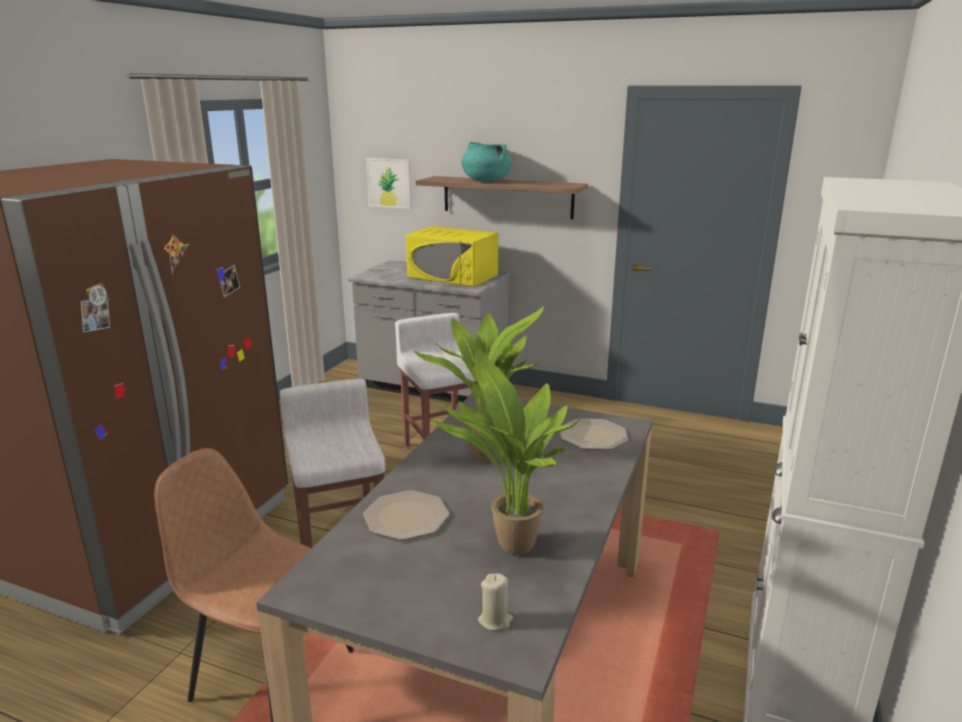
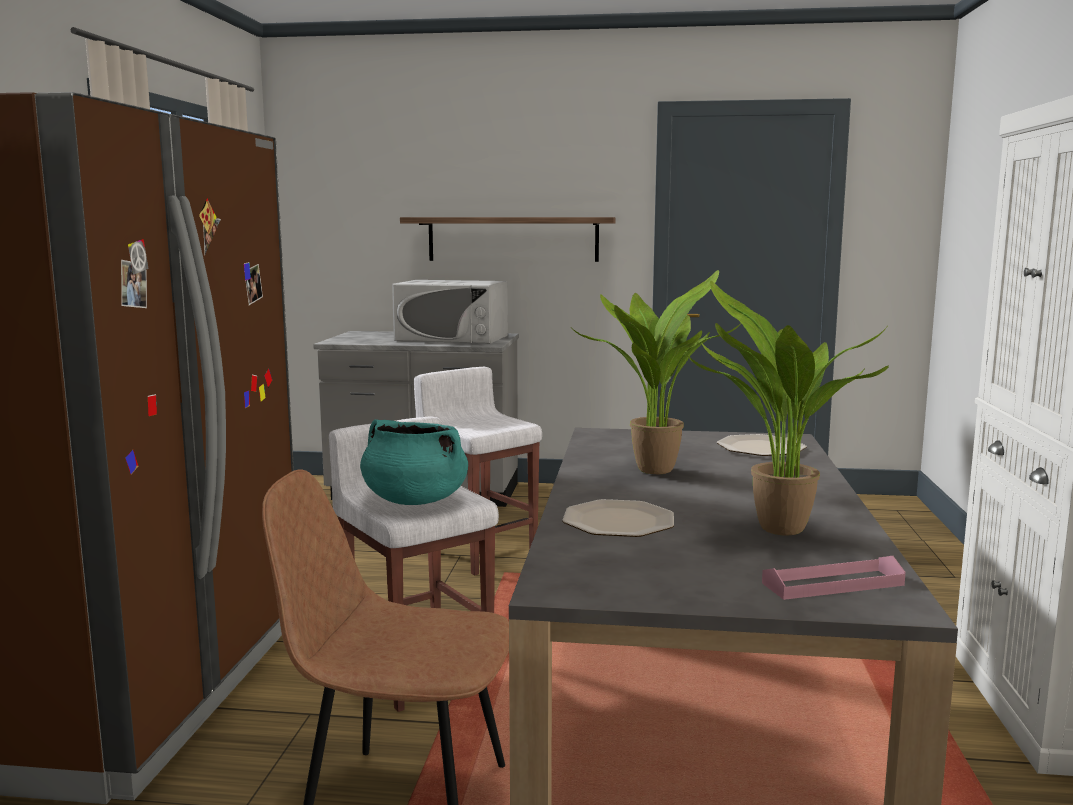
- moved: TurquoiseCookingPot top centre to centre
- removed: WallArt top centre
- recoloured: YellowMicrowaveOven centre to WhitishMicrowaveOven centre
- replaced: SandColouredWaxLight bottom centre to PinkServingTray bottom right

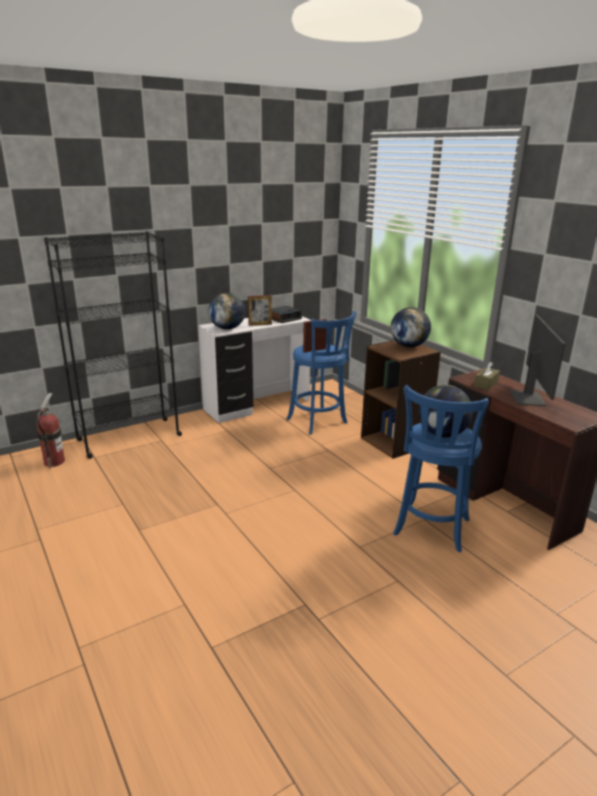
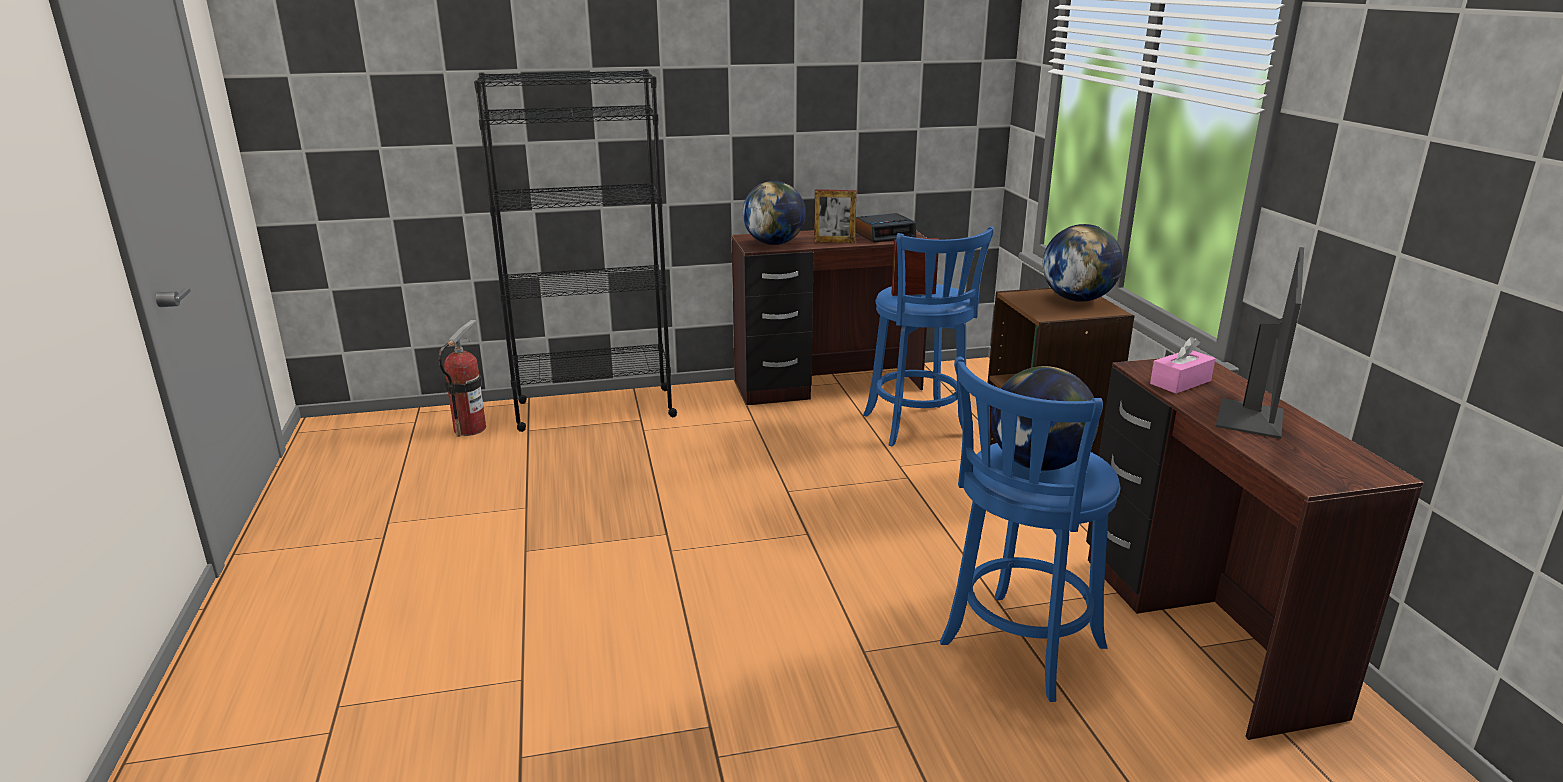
- recoloured: WhitishDeskTable centre to BrownishDeskTable (1st from left) centre
- recoloured: BrownishTissueHolder middle right to PinkTissueHolder middle right

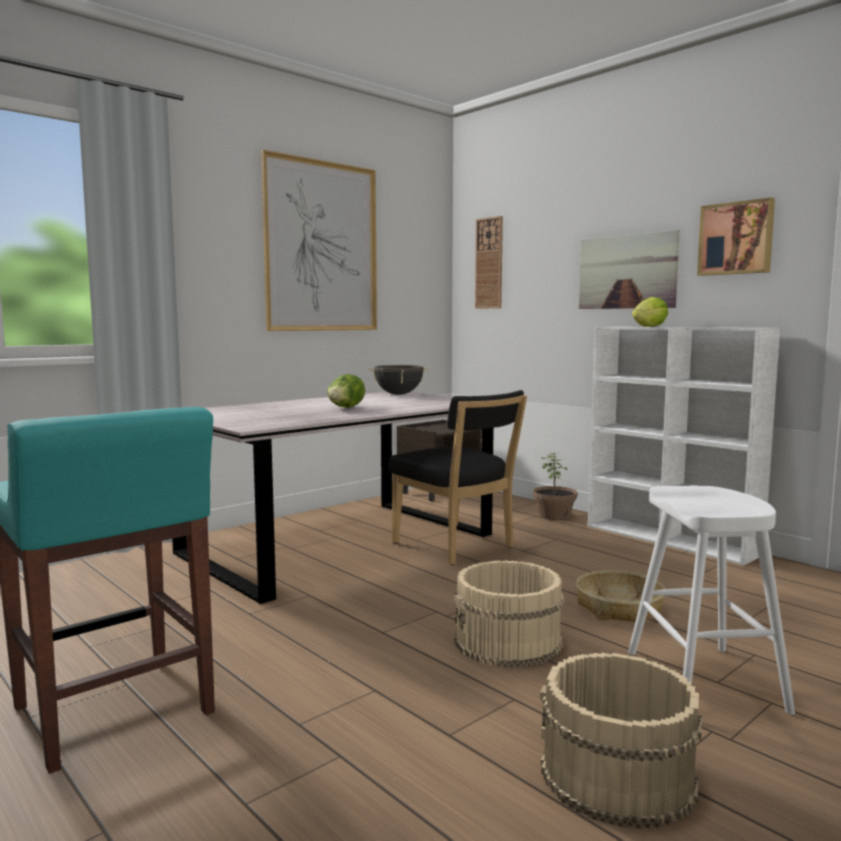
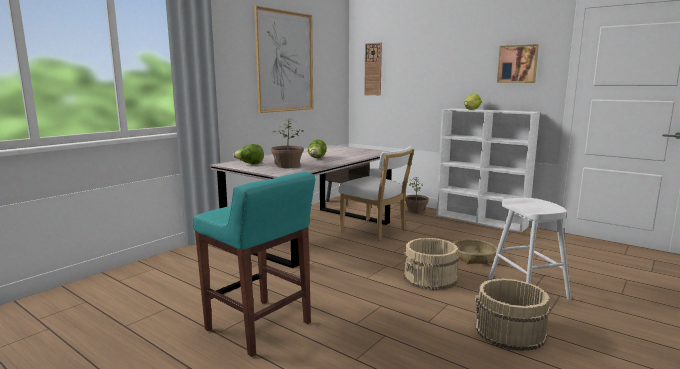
- removed: WallArt (2nd from left) top right
- removed: BlackColouredCookingPot centre
- recoloured: BlackColouredPlainChair centre to WhitishPlainChair centre
- added: Houseplant (1st from left) centre
- added: HeadOfLettuce (1st from left) centre

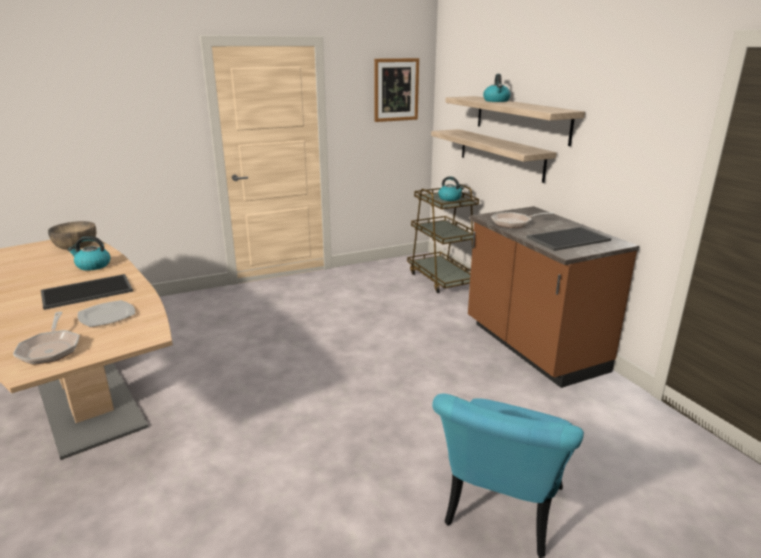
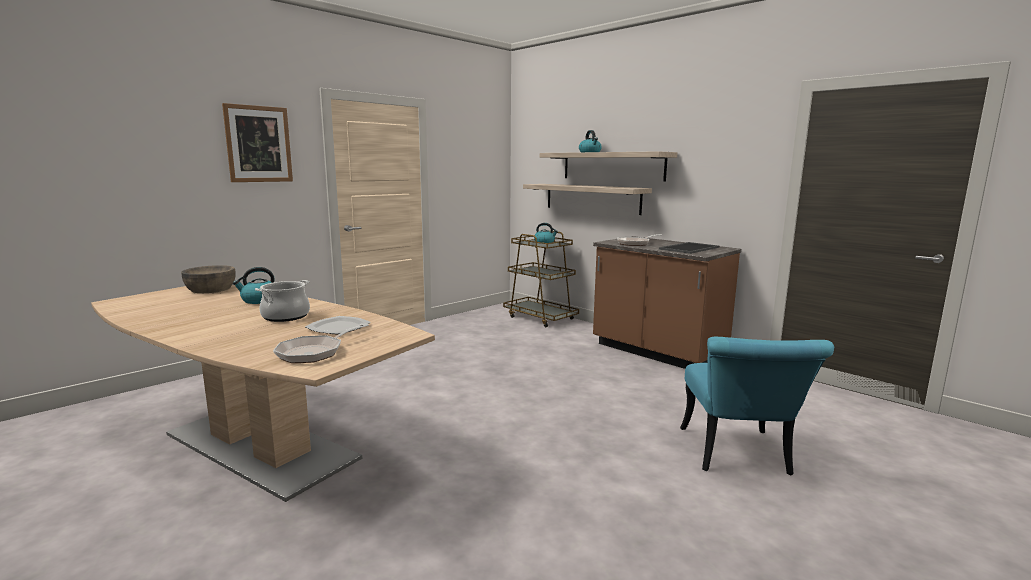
- moved: WallArt top centre to top left
- replaced: ServingTray (1st from left) middle left to CookingPot middle left
- turned: Pan (1st from left) middle left = middle left 75 degrees clockwise

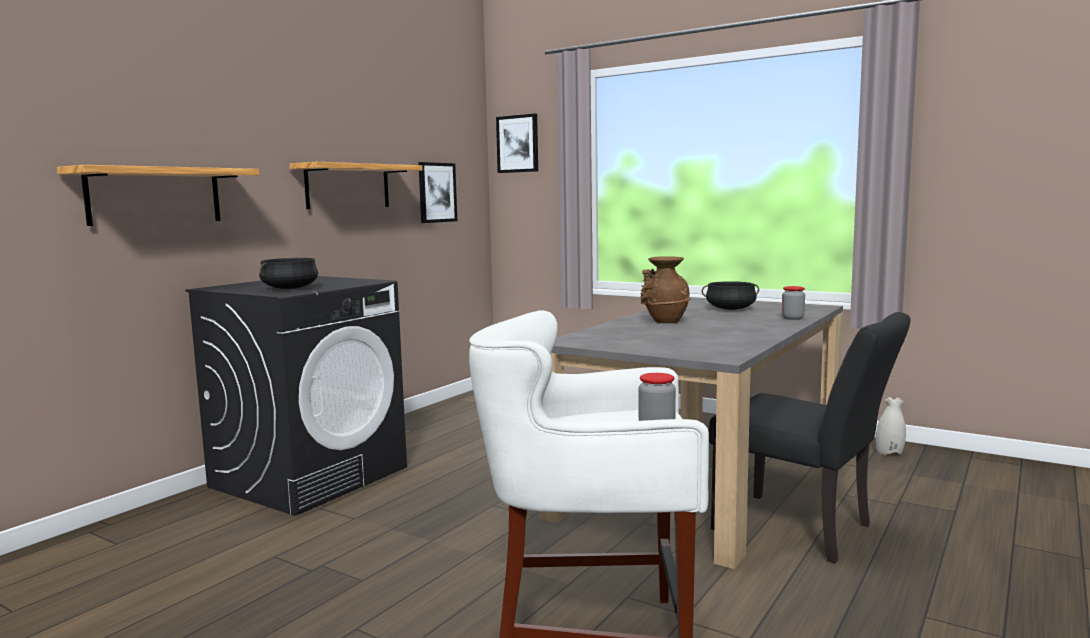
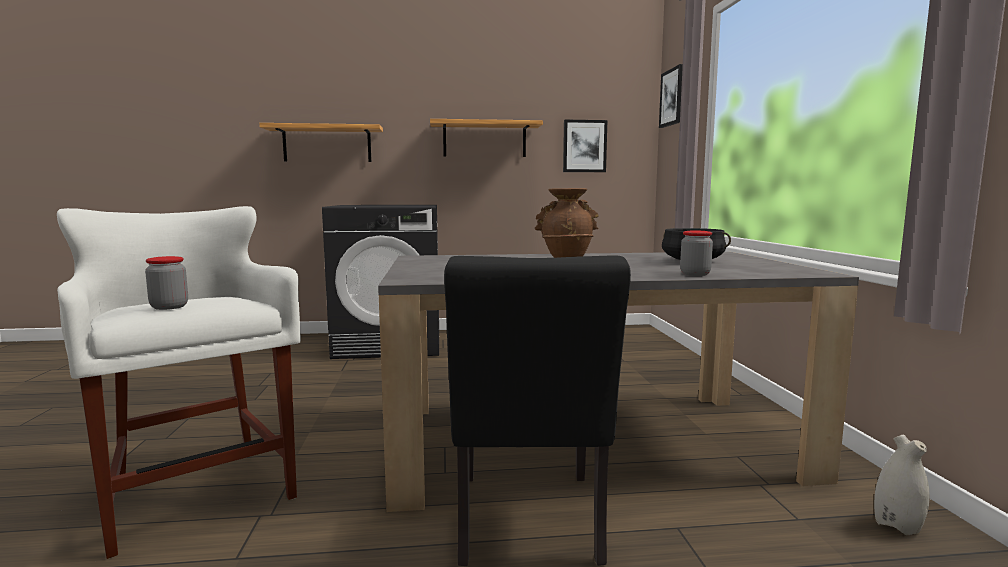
- removed: BlackColouredCookingPot (1st from left) middle left

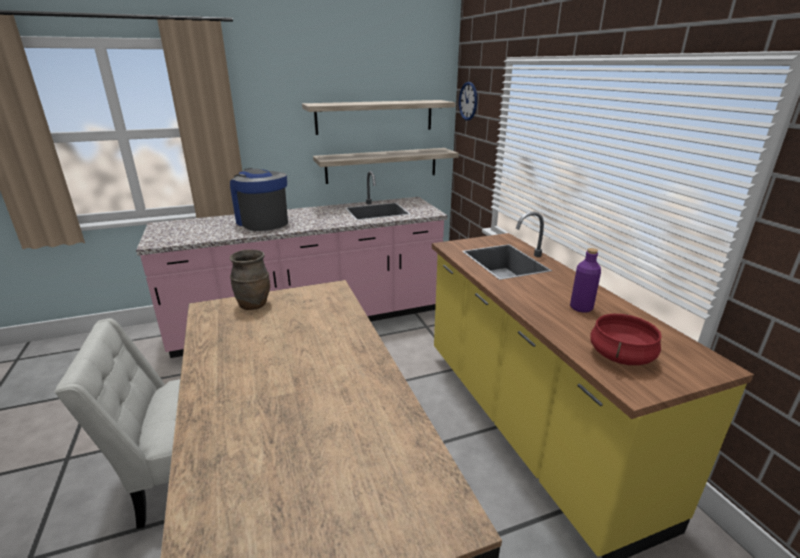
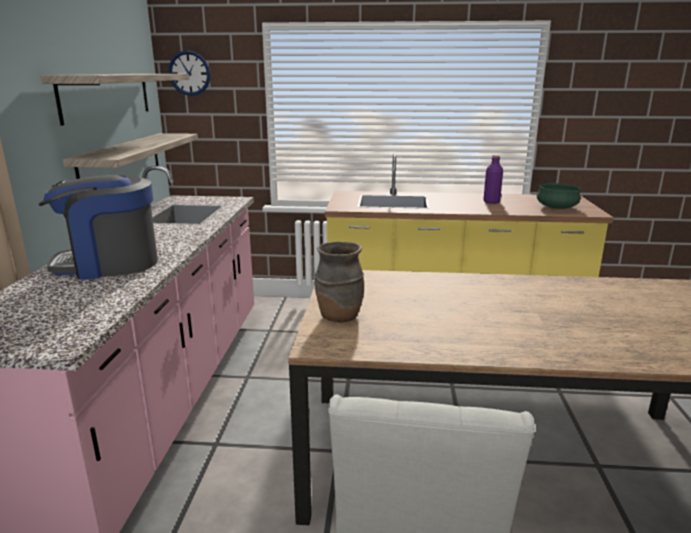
- recoloured: RedColouredCookingPot middle right to GreenColouredCookingPot middle right

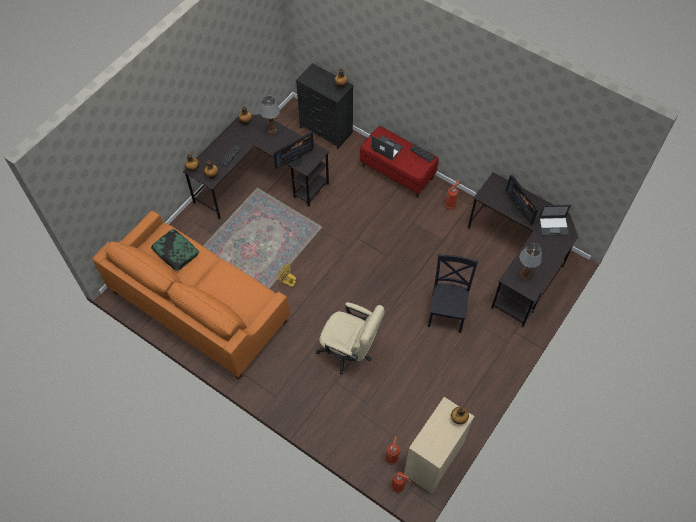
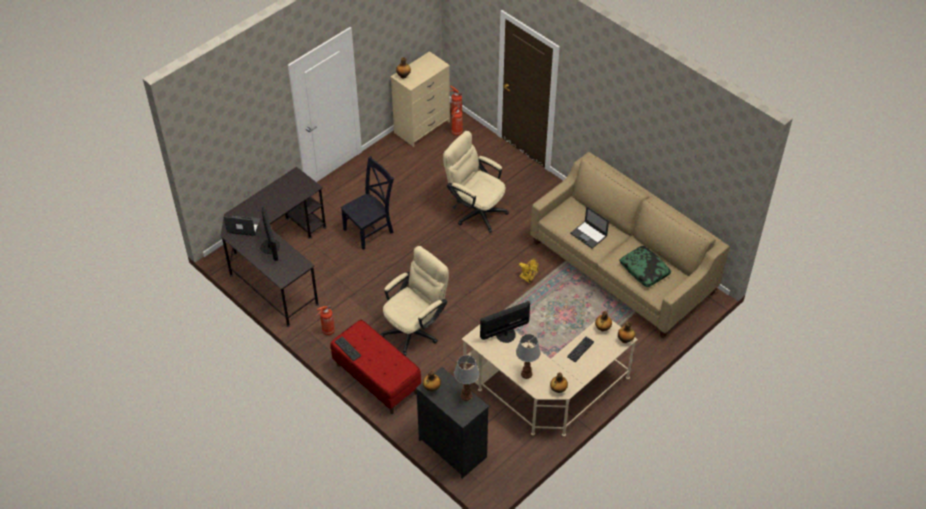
- recoloured: BlackColouredDeskTable (1st from left) top centre to SandColouredDeskTable bottom centre
- moved: PortableComputer (1st from left in the first image) top centre to PortableComputer (2nd from left) centre
- recoloured: OrangeySofa middle left to SandColouredSofa middle right
- moved: TableLamp (2nd from left in the first image) middle right to TableLamp (1st from left) bottom centre
- turned: BlackColouredPlainChair centre = centre 150 degrees counterclockwise
- added: SandColouredComputerChair (1st from left) centre

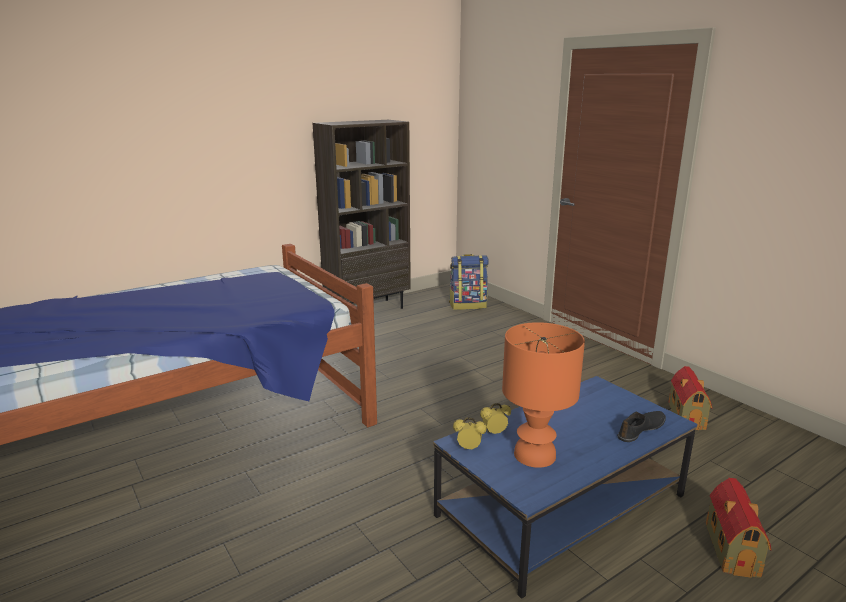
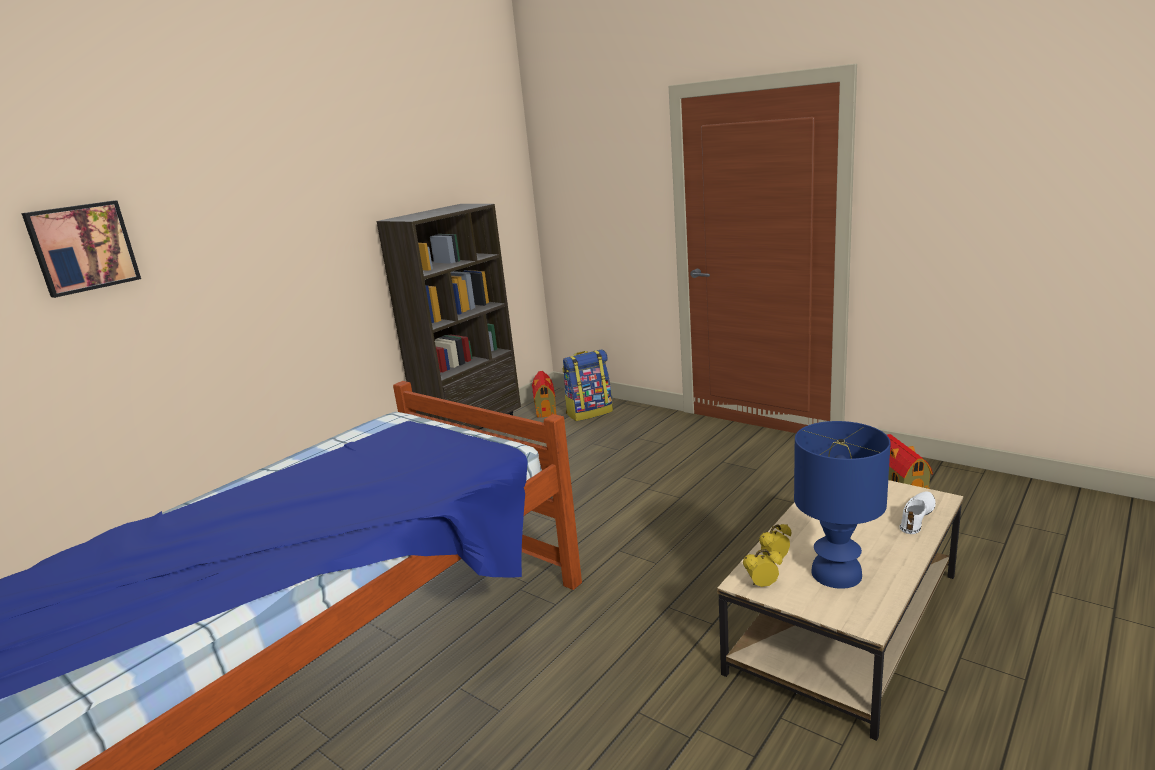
- recoloured: OrangeyTableLamp centre to BluishTableLamp middle right
- recoloured: BluishLowTable bottom right to SandColouredLowTable bottom right
- recoloured: BlackColouredShoe bottom right to WhitishShoe middle right
- moved: ToyHouse (2nd from left in the first image) bottom right to ToyHouse (1st from left) centre
- added: WallArt top left

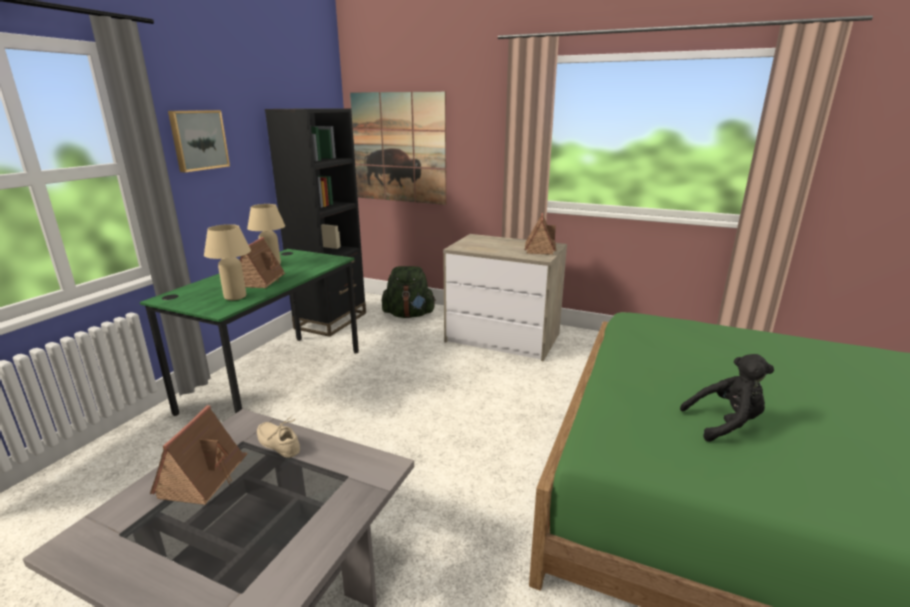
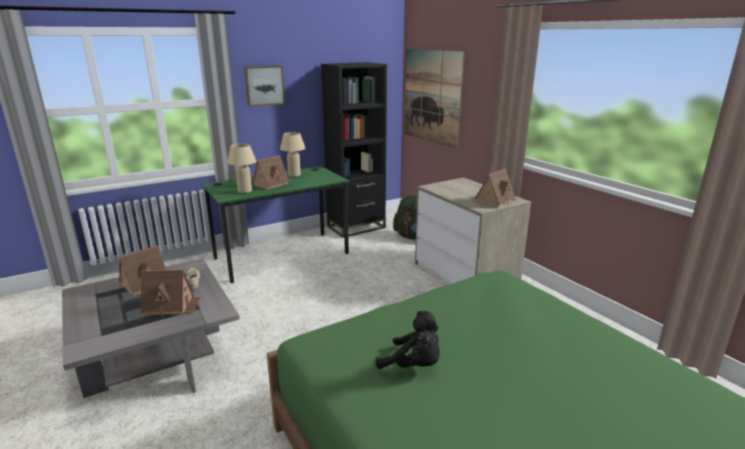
- added: ToyHouse (2nd from left) middle left

